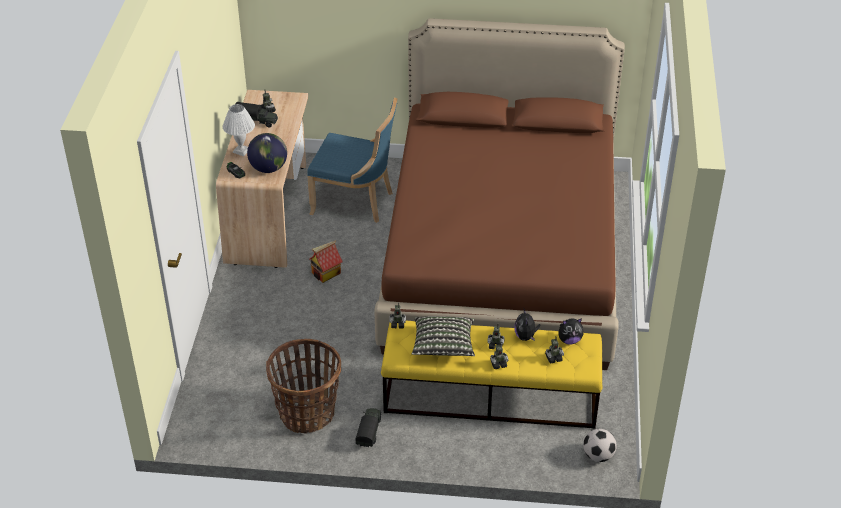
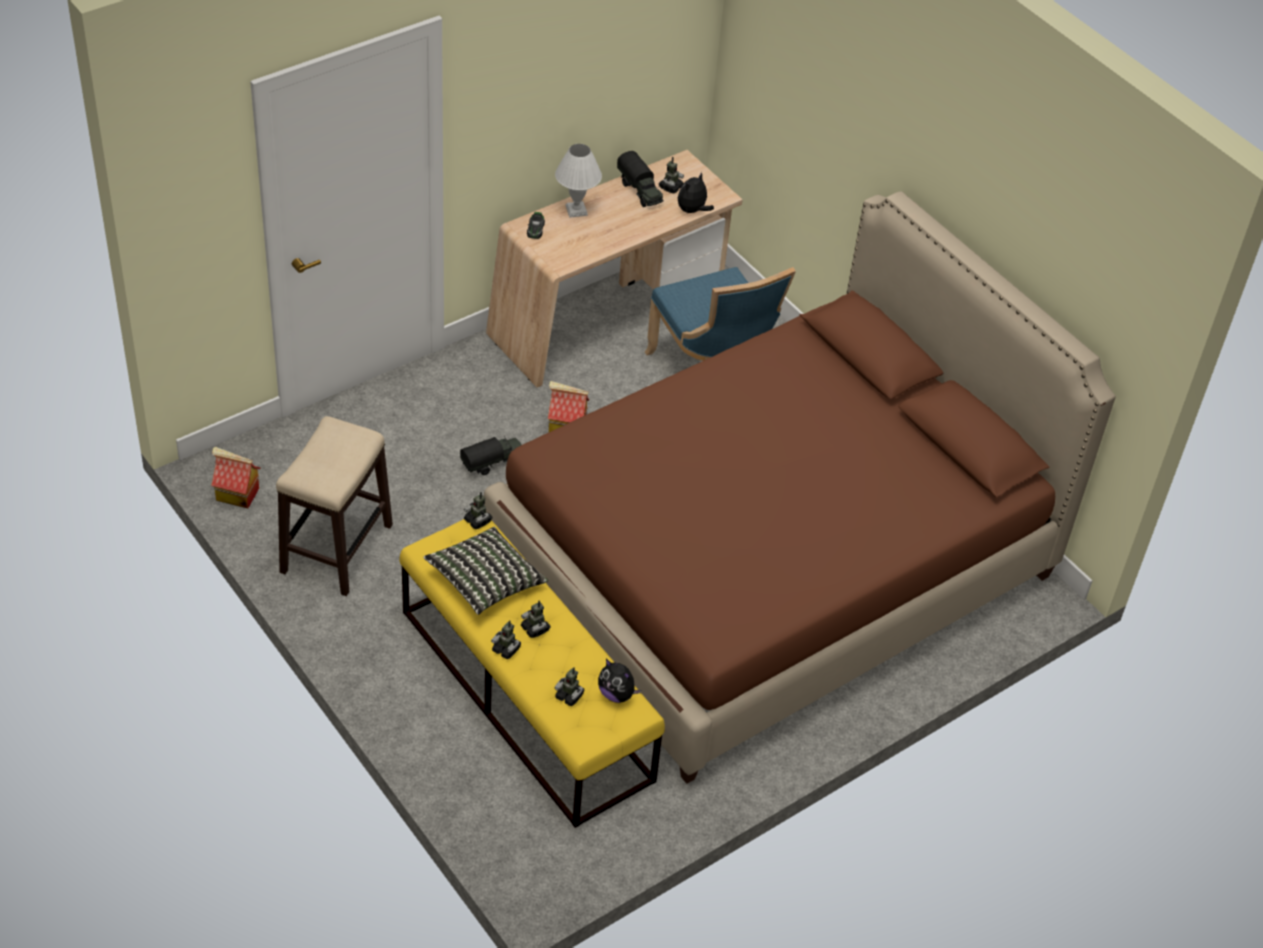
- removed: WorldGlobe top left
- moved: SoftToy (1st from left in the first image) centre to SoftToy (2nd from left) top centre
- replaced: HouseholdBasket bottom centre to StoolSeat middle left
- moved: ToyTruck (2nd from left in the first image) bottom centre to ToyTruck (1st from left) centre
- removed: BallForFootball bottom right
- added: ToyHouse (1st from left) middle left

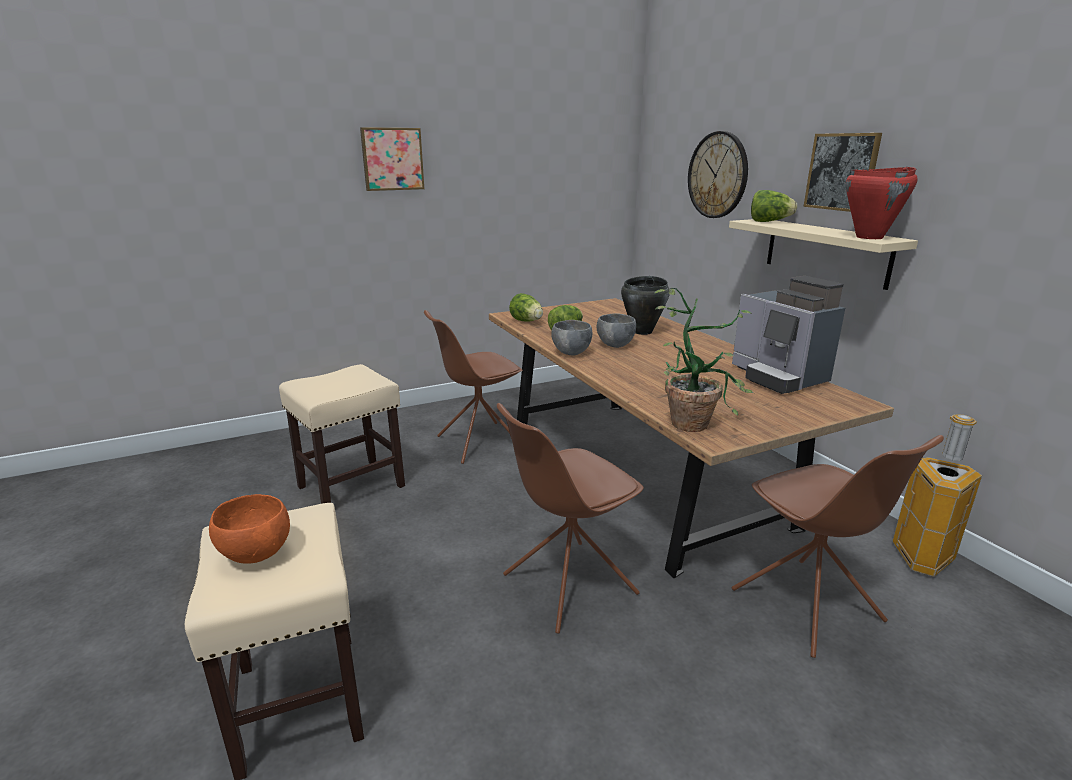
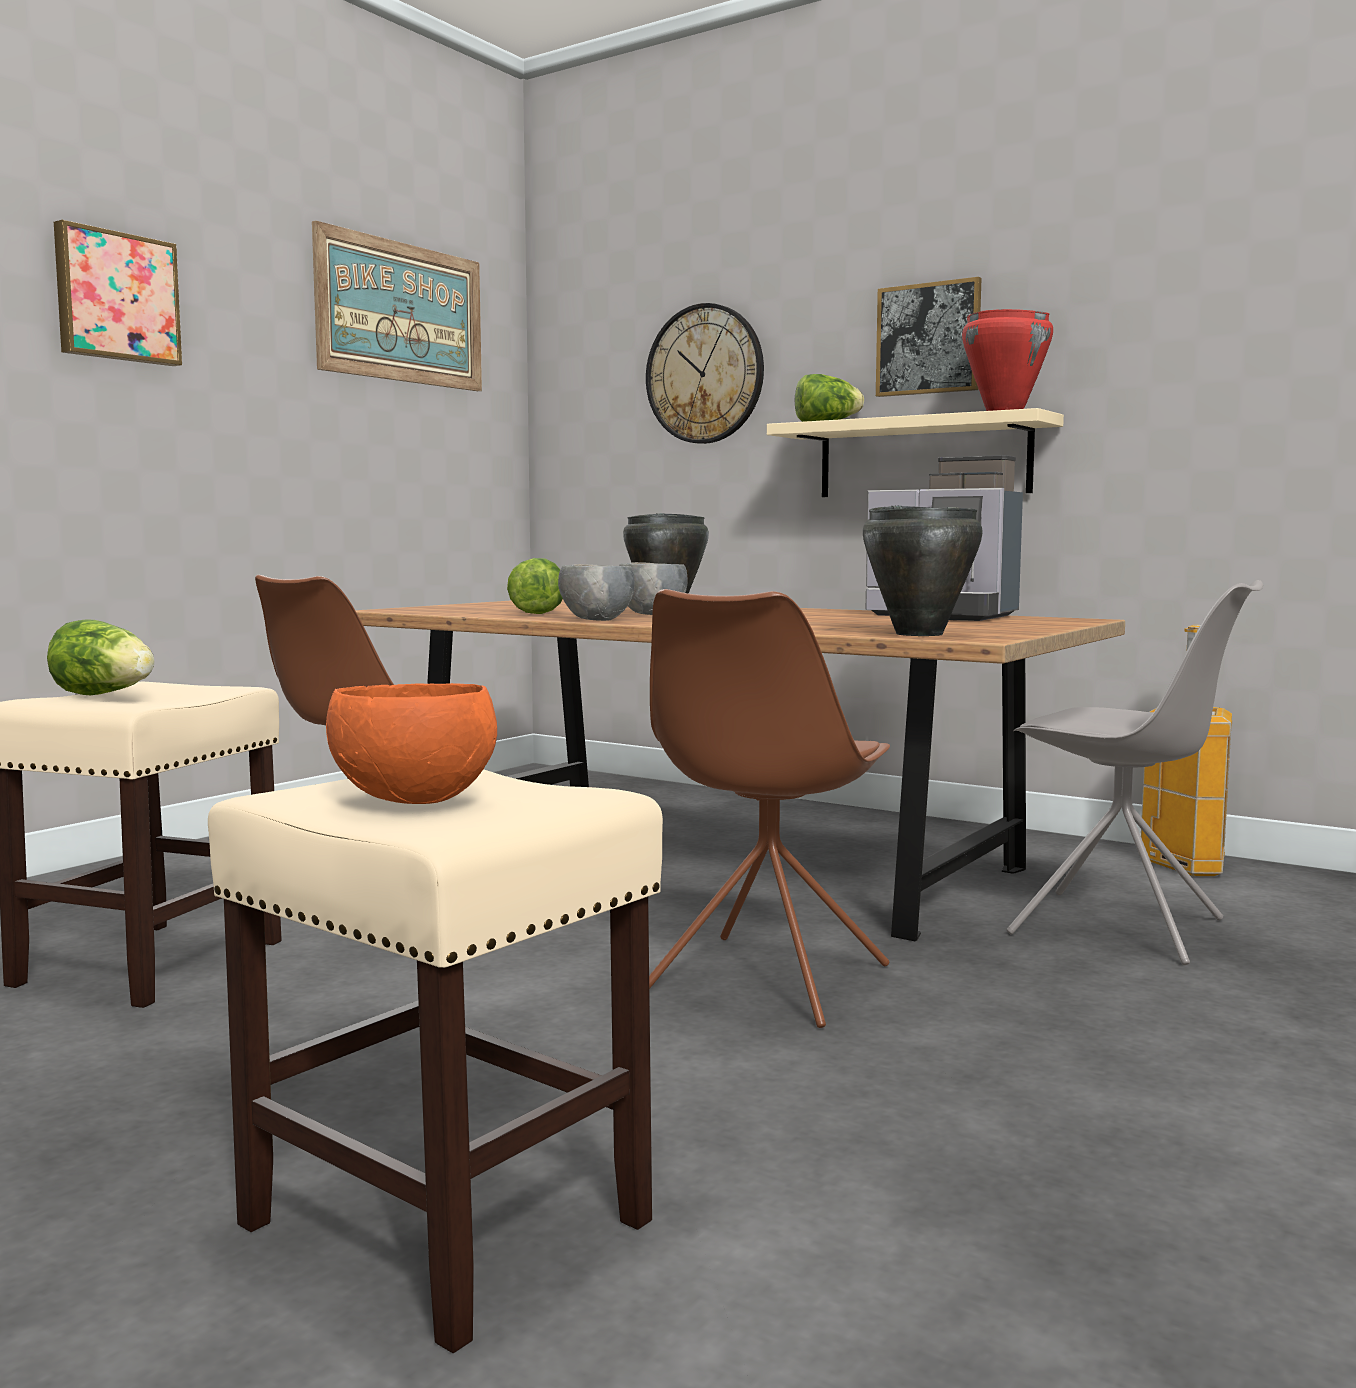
- replaced: Houseplant centre to BlackColouredCookingPot (2nd from left) middle right
- moved: HeadOfLettuce (1st from left) centre to middle left
- recoloured: BrownishPlainChair (3rd from left) bottom right to GreyishPlainChair middle right
- added: WallArt (2nd from left) top left

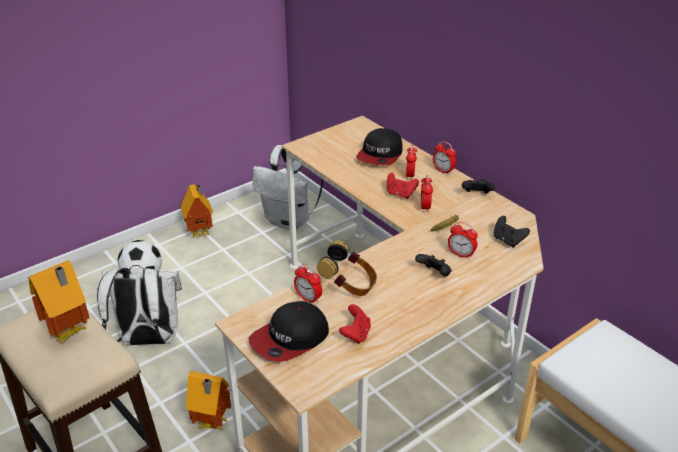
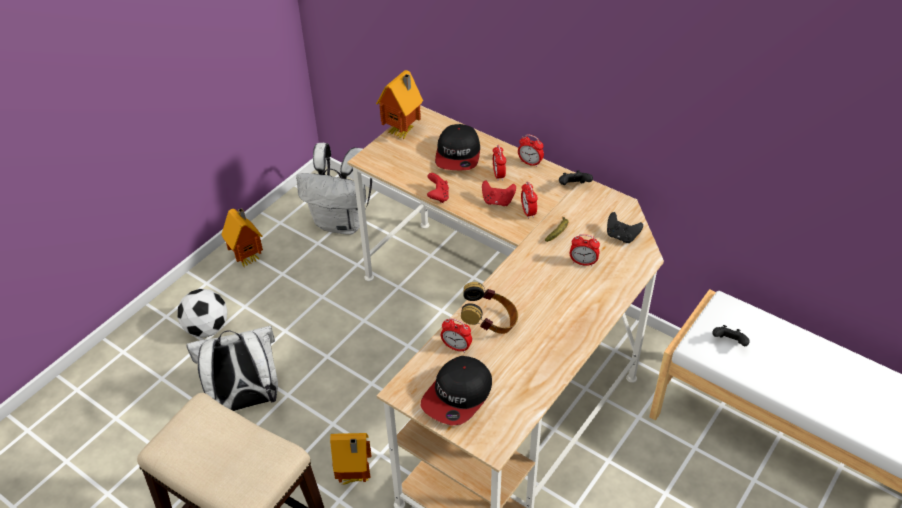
- moved: BlackColouredJoypad (1st from left in the first image) centre to BlackColouredJoypad (3rd from left) middle right
- moved: ToyHouse (1st from left in the first image) middle left to ToyHouse (3rd from left) top centre
- moved: RedColouredJoypad (1st from left) bottom centre to centre

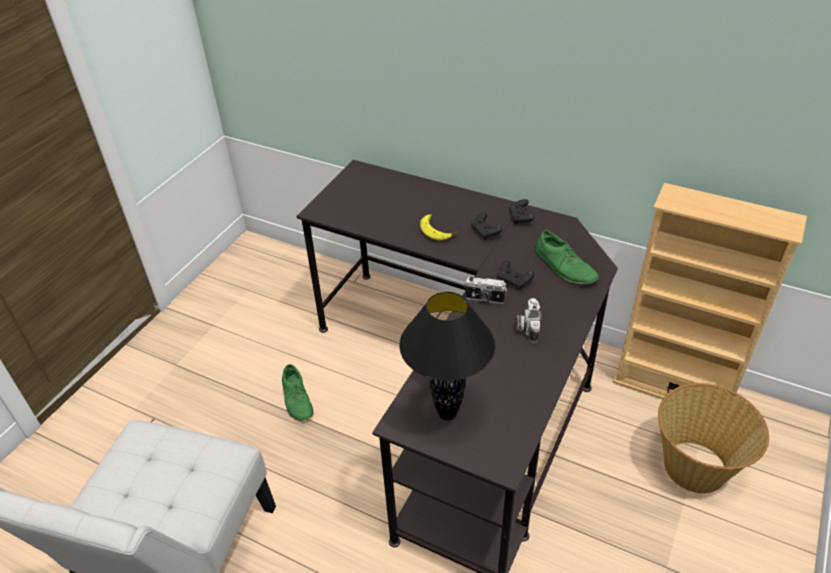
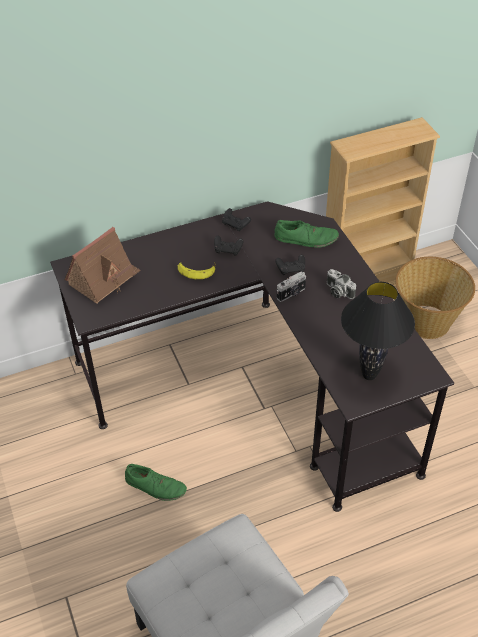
- added: ToyHouse middle left

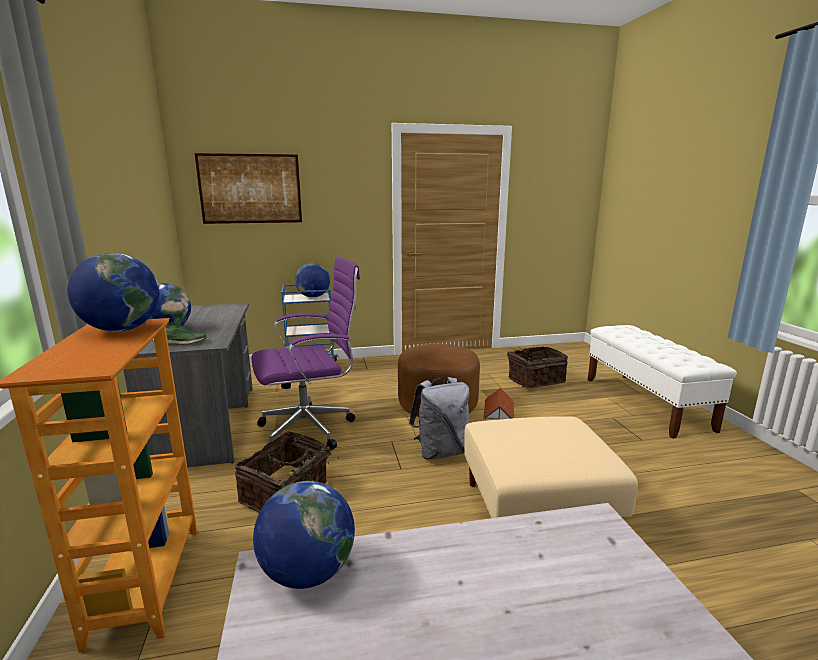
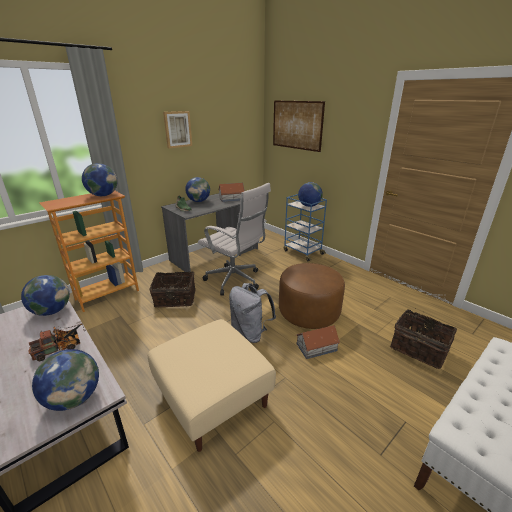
- recoloured: PurplishComputerChair centre to WhitishComputerChair centre
- added: WallArt (1st from left) top centre
- added: ToyHouse (1st from left) centre
- added: ToyTruck bottom left
- added: WorldGlobe (2nd from left) bottom left

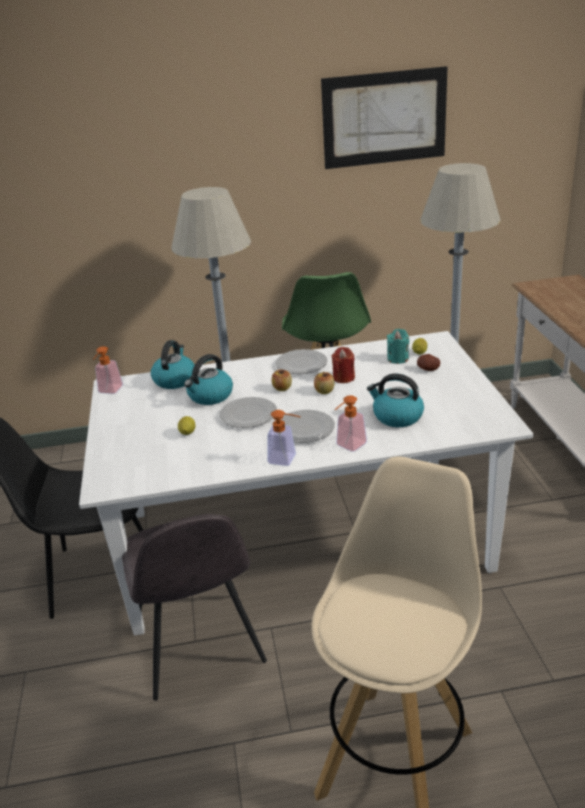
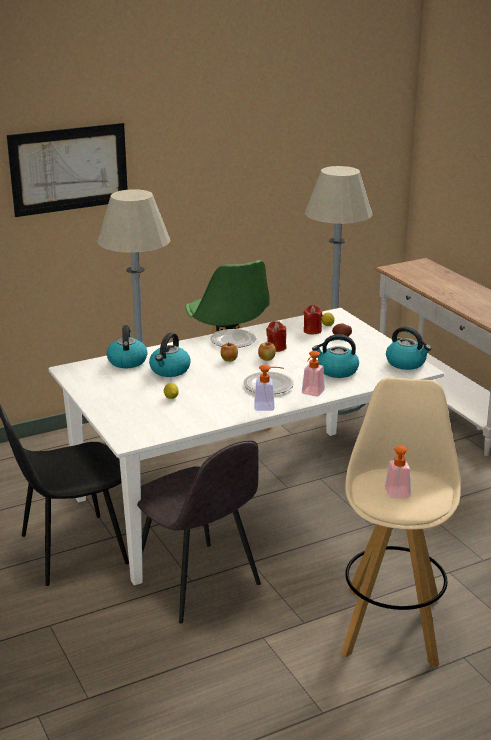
- moved: WallArt top centre to top left
- recoloured: TurquoiseWaxLight middle right to RedColouredWaxLight (2nd from left) centre
- moved: SoapDispenser (1st from left in the first image) middle left to SoapDispenser (3rd from left) middle right
- removed: FlatDish (1st from left) centre
- added: TeaKettle (4th from left) middle right

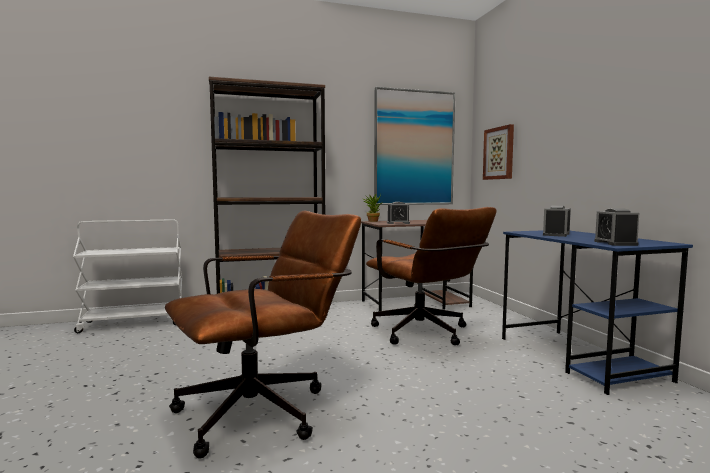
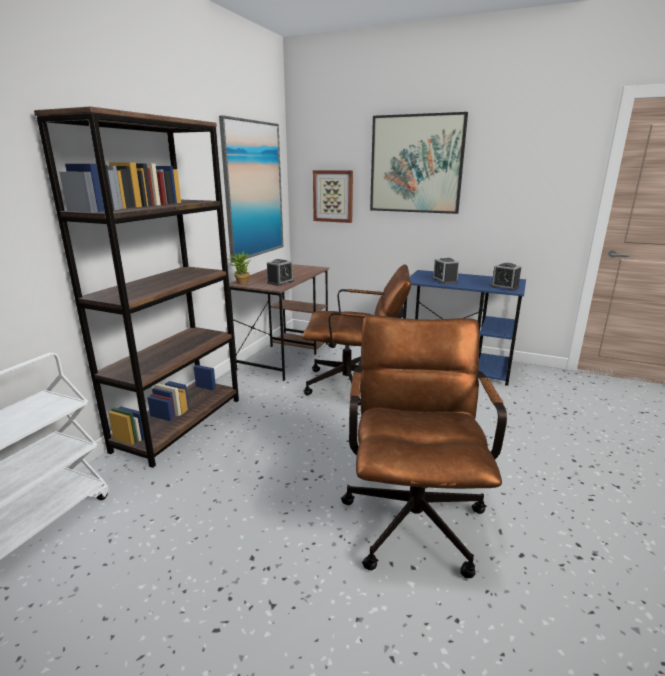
- added: WallArt (3rd from left) top centre

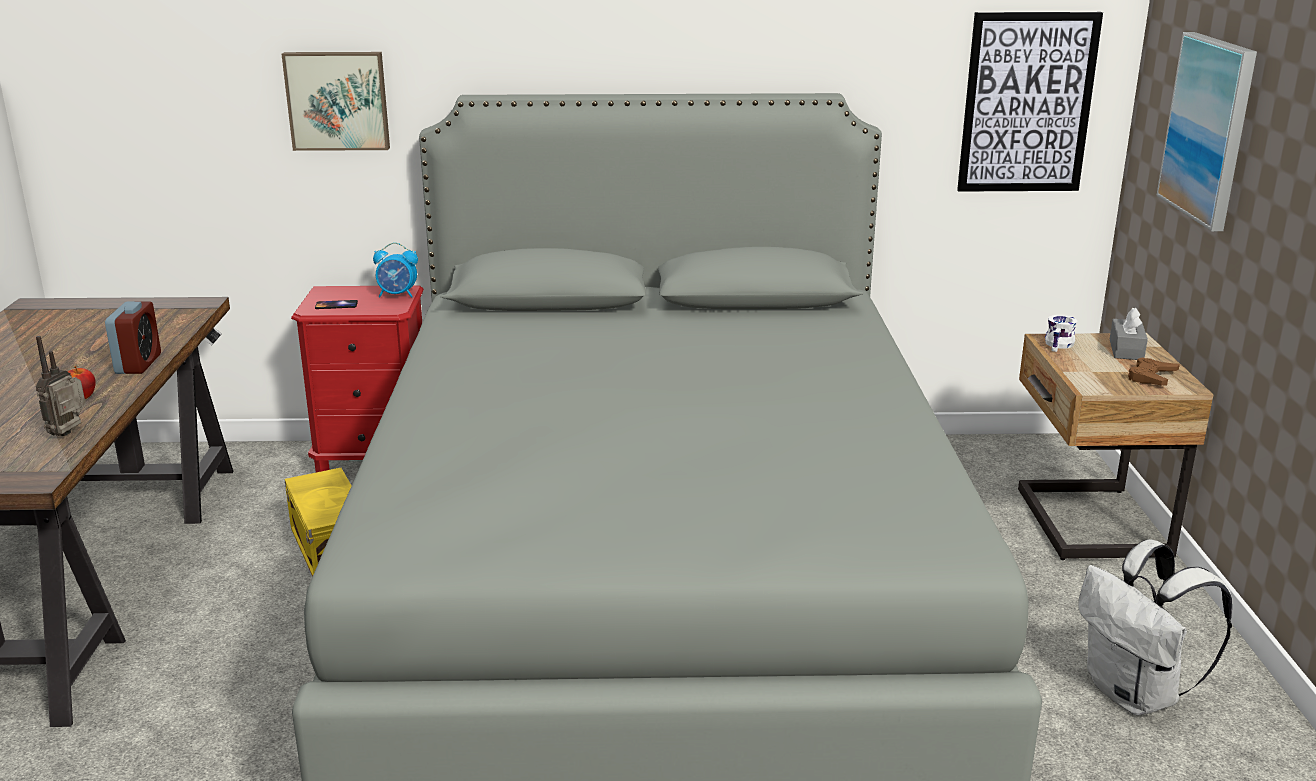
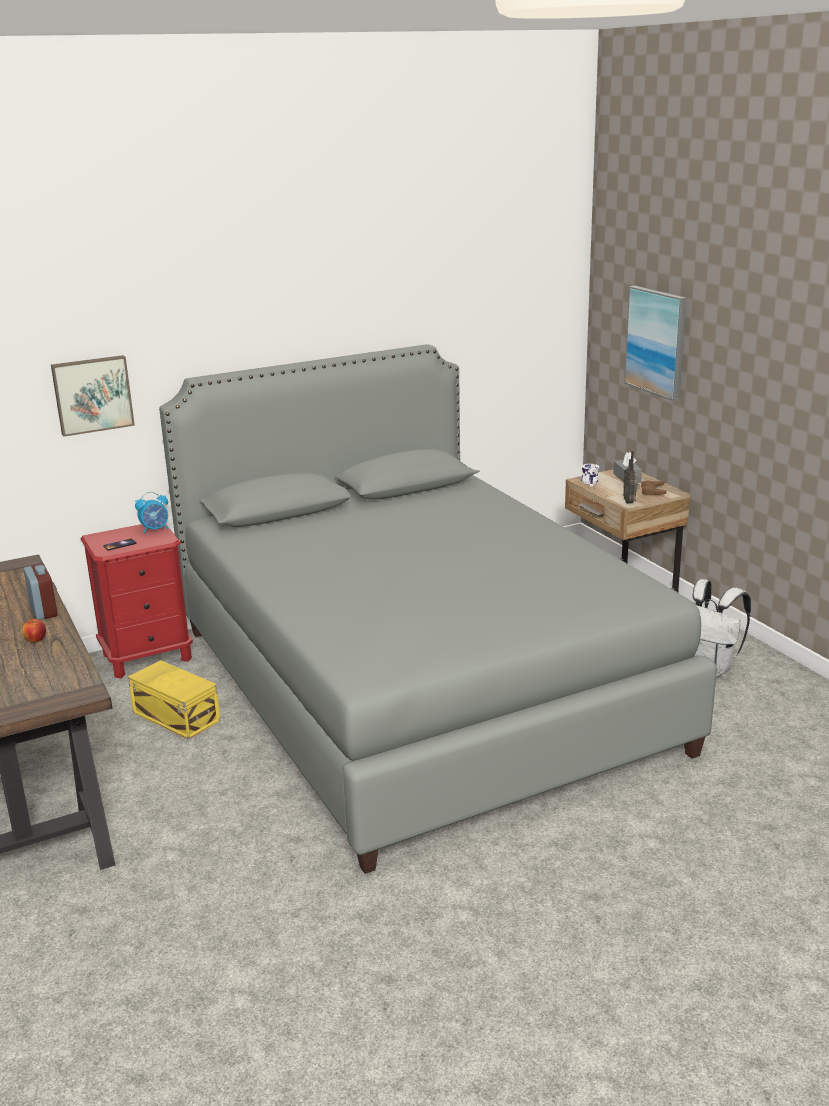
- removed: WallArt (2nd from left) top right
- moved: RadioReceiver middle left to middle right

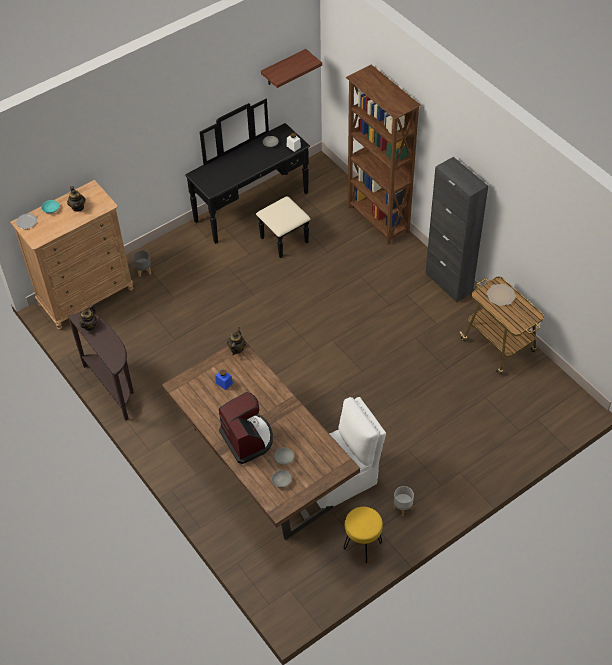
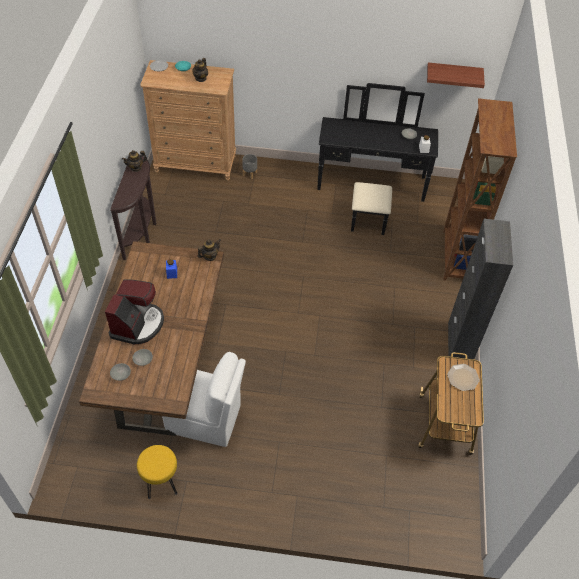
- removed: GreyishPlantPot (2nd from left) bottom centre

